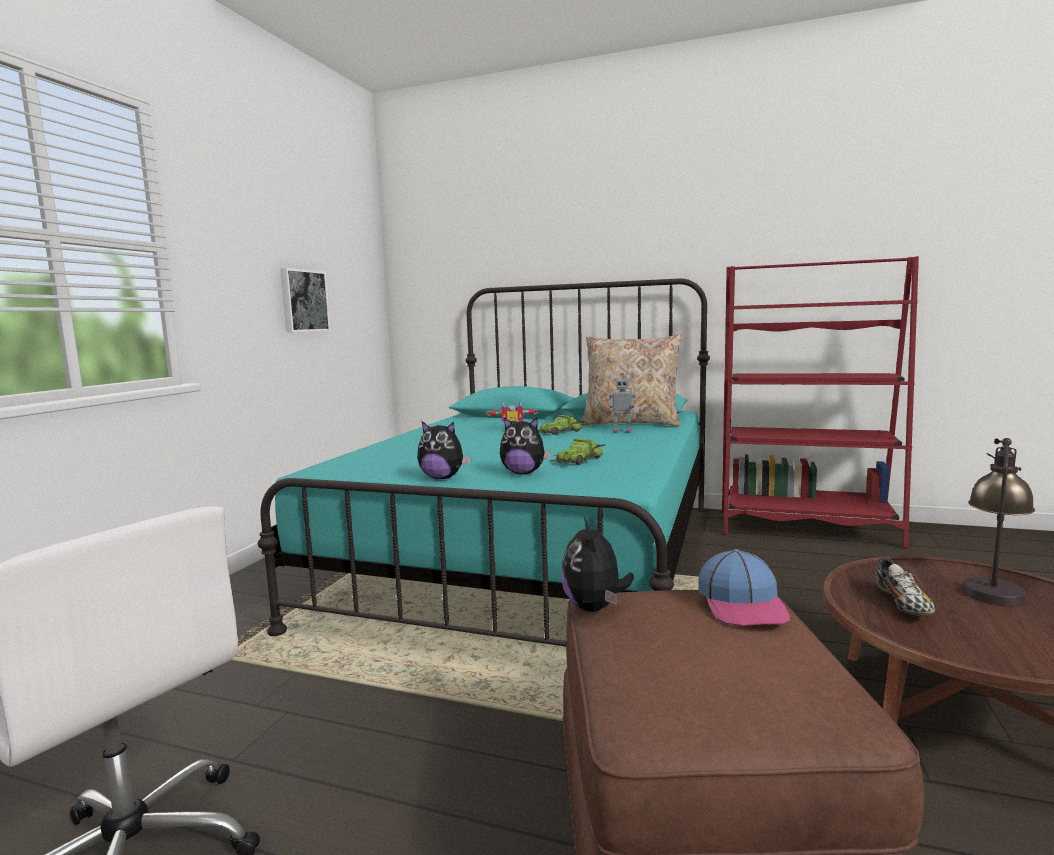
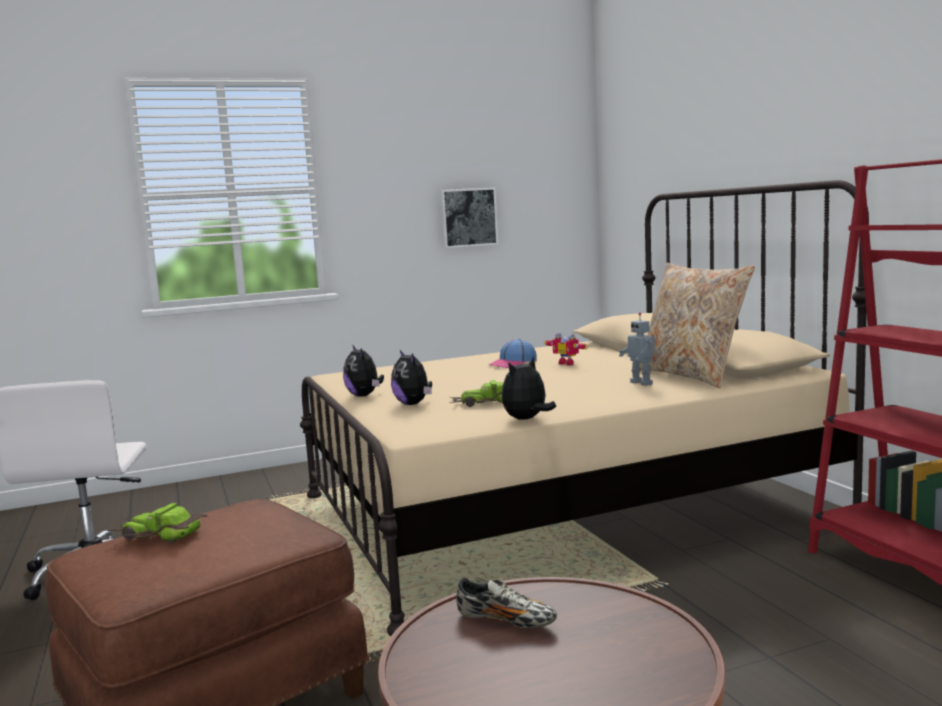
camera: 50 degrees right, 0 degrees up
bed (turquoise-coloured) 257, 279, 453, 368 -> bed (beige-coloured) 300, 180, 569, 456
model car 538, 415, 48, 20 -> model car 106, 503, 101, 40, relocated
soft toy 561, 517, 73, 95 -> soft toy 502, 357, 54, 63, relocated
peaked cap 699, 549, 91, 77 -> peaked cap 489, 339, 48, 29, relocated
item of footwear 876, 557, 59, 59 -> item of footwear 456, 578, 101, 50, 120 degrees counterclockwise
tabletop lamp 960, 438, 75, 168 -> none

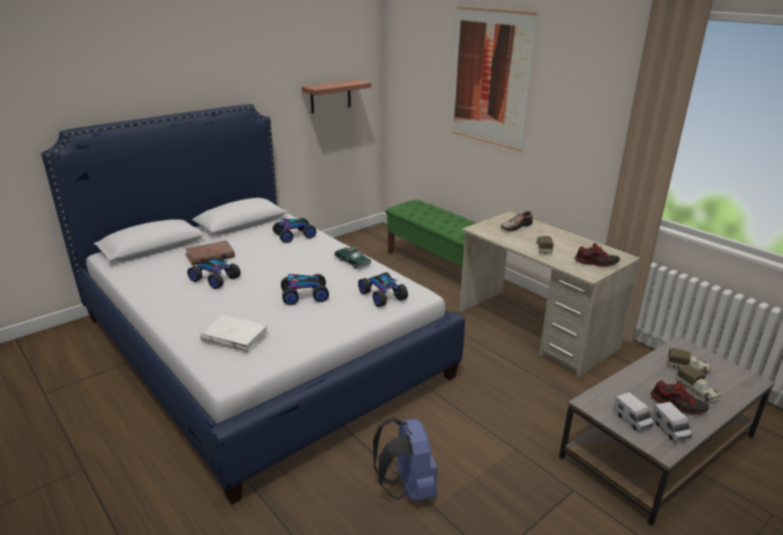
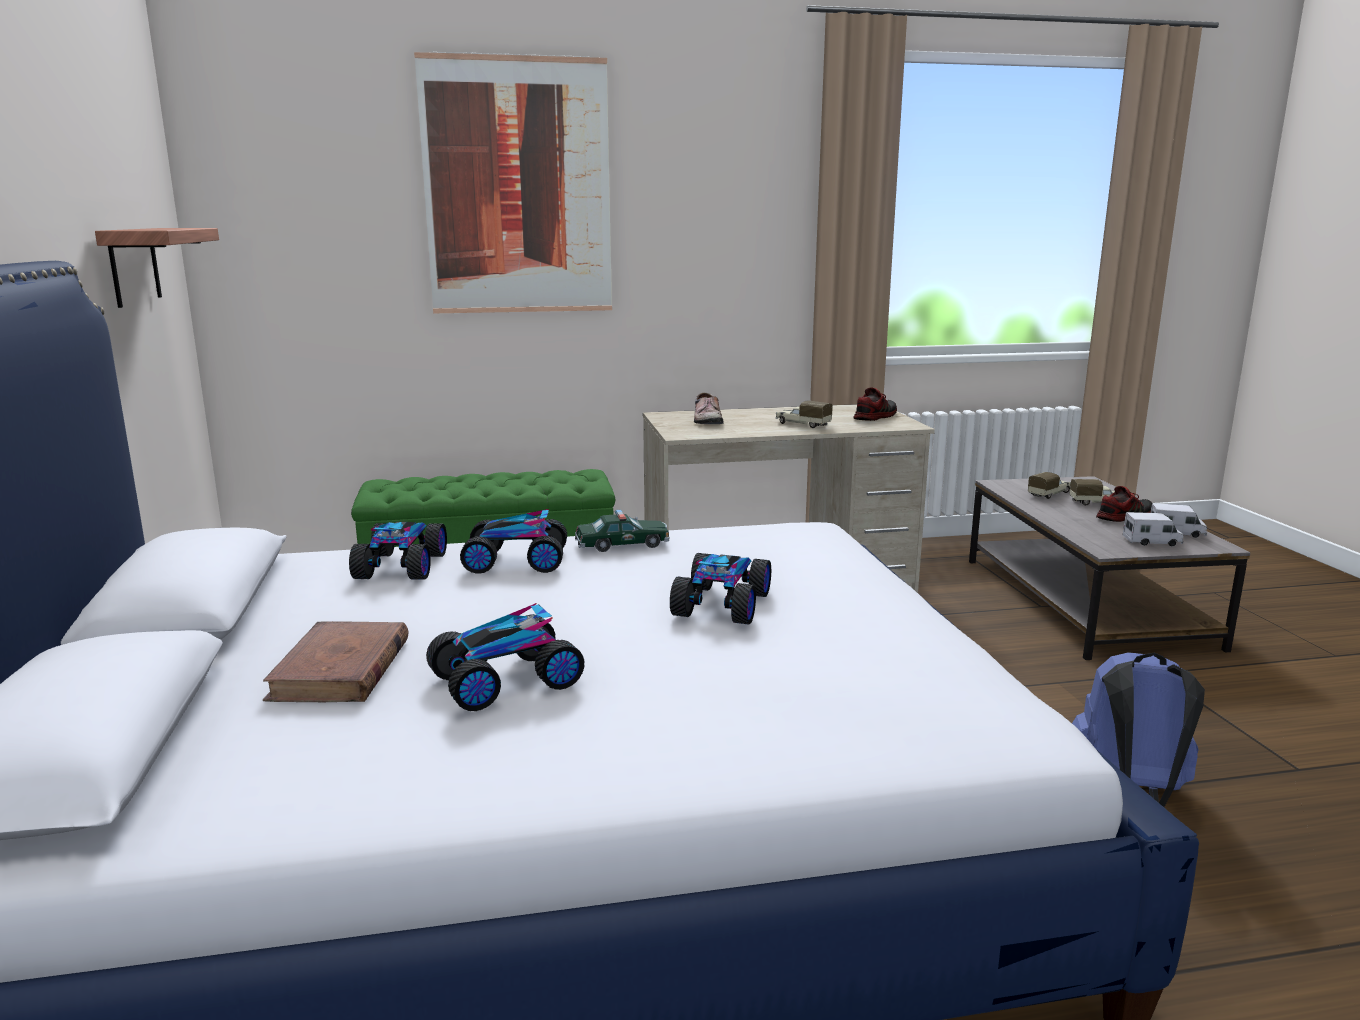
camera: 60 degrees left, 10 degrees down
book (white) 200, 315, 69, 37 -> none
model car 358, 272, 50, 35 -> model car 460, 509, 107, 65, relocated

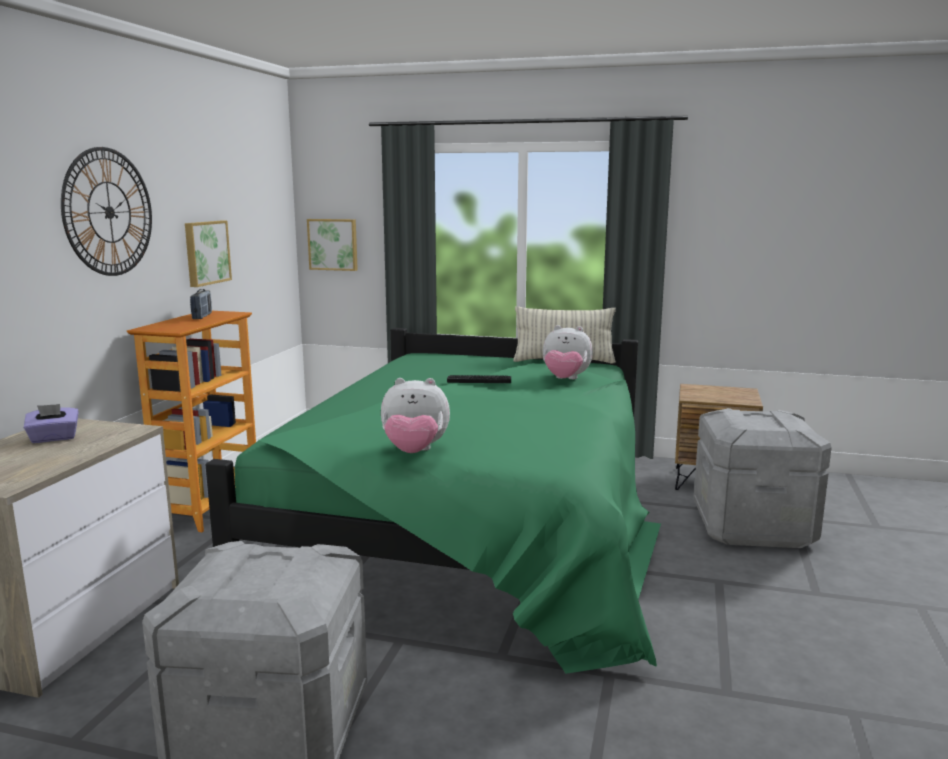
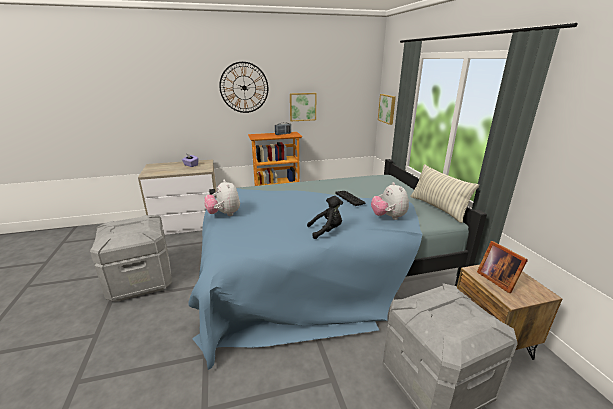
camera: 60 degrees right, 10 degrees up
bed (green) 205, 328, 456, 346 -> bed (blue-coloured) 189, 159, 298, 211
none -> soft toy (blackish) 307, 196, 36, 43
none -> picture frame 477, 241, 51, 52

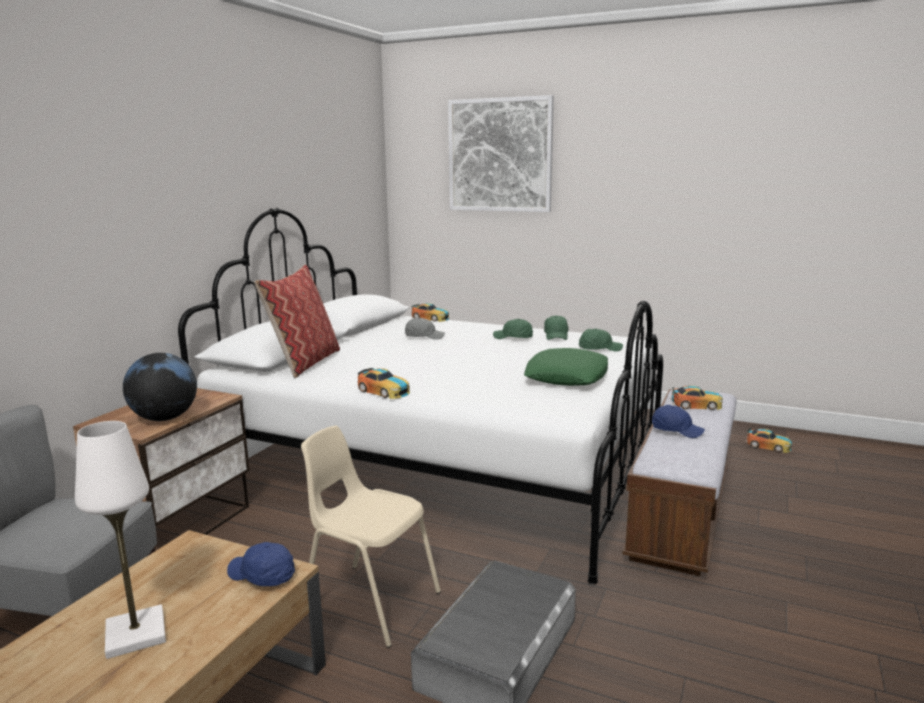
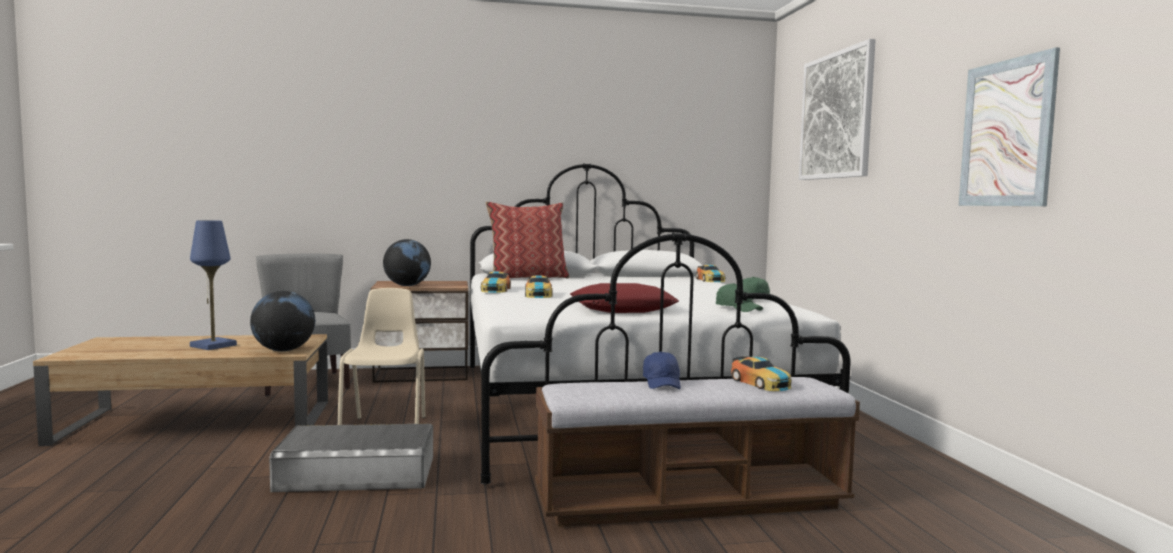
camera: 55 degrees right, 10 degrees down
tabletop lamp (white) 75, 421, 91, 238 -> tabletop lamp (blue-coloured) 190, 220, 47, 130
peaked cap (blue-coloured) 227, 542, 68, 44 -> globe 250, 291, 65, 60
peaked cap (grey) 405, 318, 40, 22 -> none
peaked cap (green) 493, 319, 40, 20 -> none
pillow (green) 524, 348, 84, 38 -> pillow (red-coloured) 570, 283, 109, 30
model car 746, 428, 46, 25 -> model car 525, 275, 27, 23, relocated
none -> wall art 959, 47, 101, 159

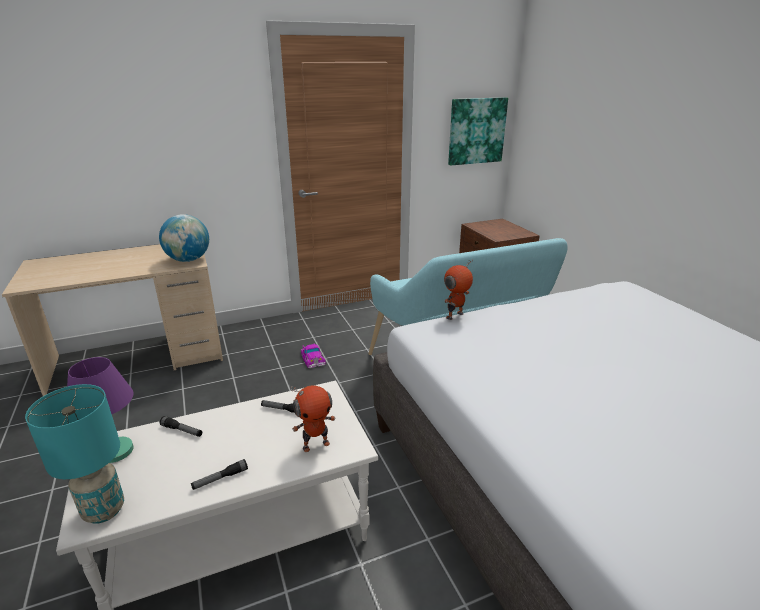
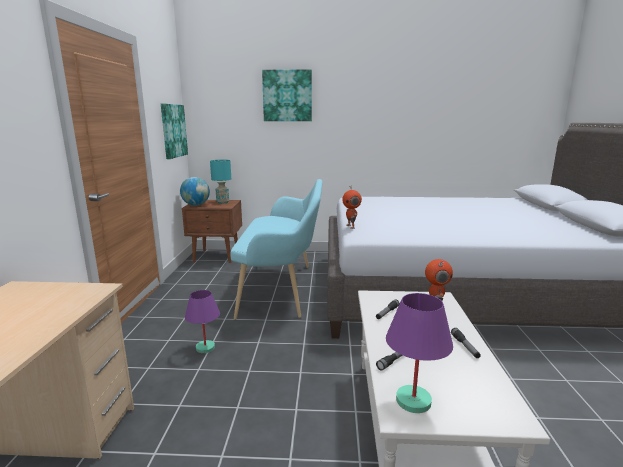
camera: 65 degrees left, 10 degrees down
tabletop lamp (turquoise-coloured) 25, 384, 99, 140 -> tabletop lamp (turquoise-coloured) 210, 160, 21, 44, relocated
globe 159, 214, 50, 48 -> globe 180, 177, 30, 29, relocated
model car 301, 343, 25, 25 -> tabletop lamp (purple) 185, 290, 35, 63
none -> wall art 262, 69, 50, 52

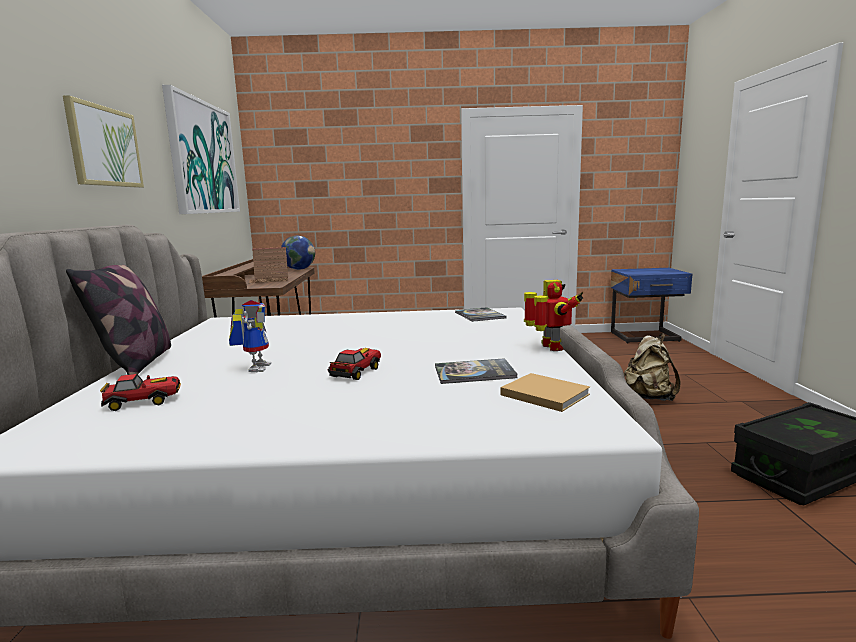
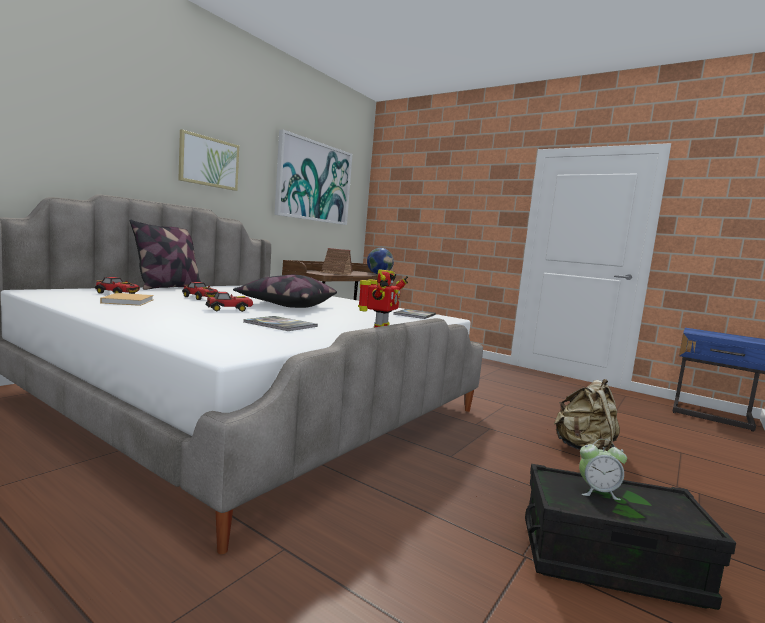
camera: 35 degrees right, 5 degrees down
robot figure 229, 300, 42, 72 -> model car 182, 282, 36, 18
book (beige-coloured) 500, 373, 90, 39 -> book (beige-coloured) 100, 293, 54, 13, relocated
none -> pillow 233, 275, 104, 33
none -> table clock 579, 439, 48, 61

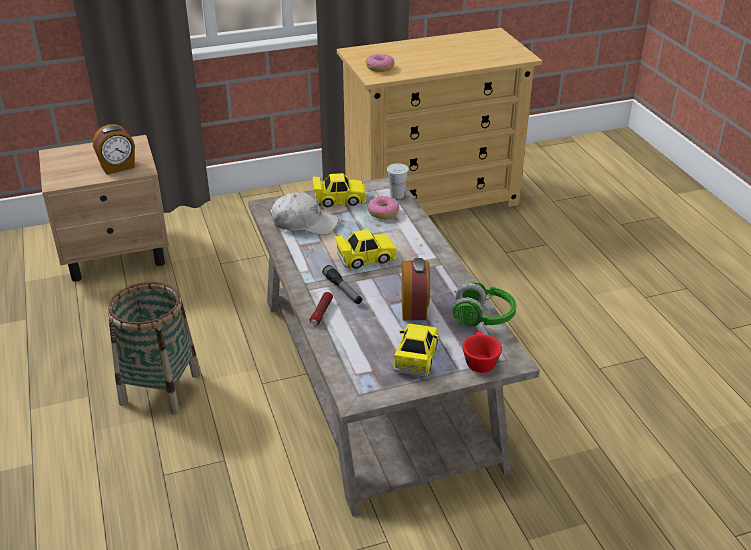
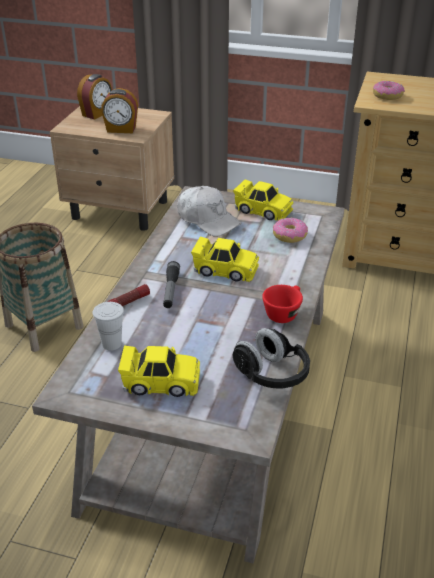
camera: 35 degrees right, 0 degrees up
cup (white) 387, 163, 22, 36 -> cup (white) 93, 302, 31, 49, relocated
model car (yellow-coloured) 394, 324, 45, 53 -> model car (yellow-coloured) 118, 345, 82, 52, 45 degrees clockwise
table clock 401, 258, 29, 62 -> table clock 77, 74, 35, 46, relocated
headset (green) 452, 282, 64, 44 -> headset (blackish) 233, 328, 77, 61
cup (red-coloured) 462, 332, 40, 41 -> cup (red-coloured) 262, 285, 41, 38, relocated

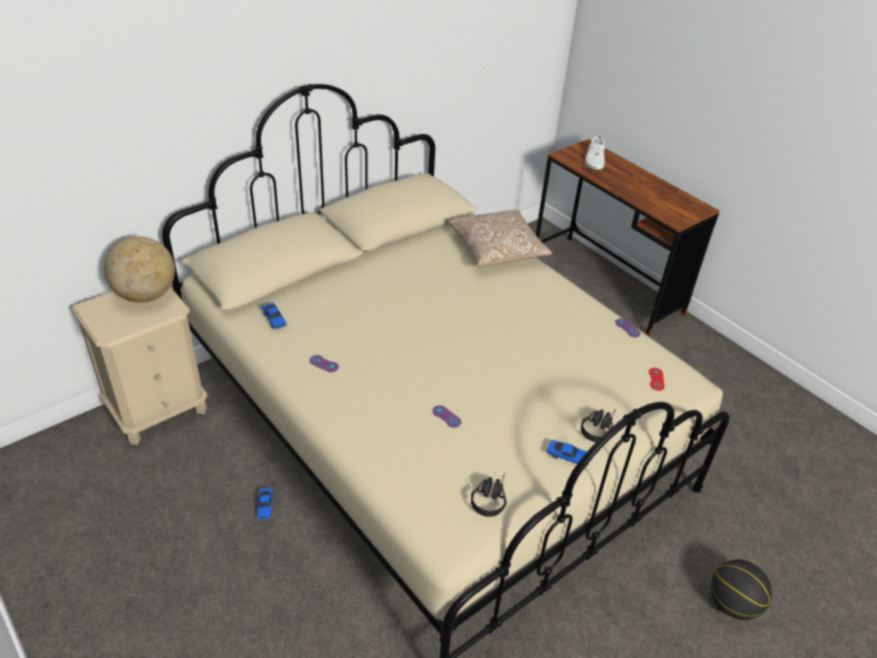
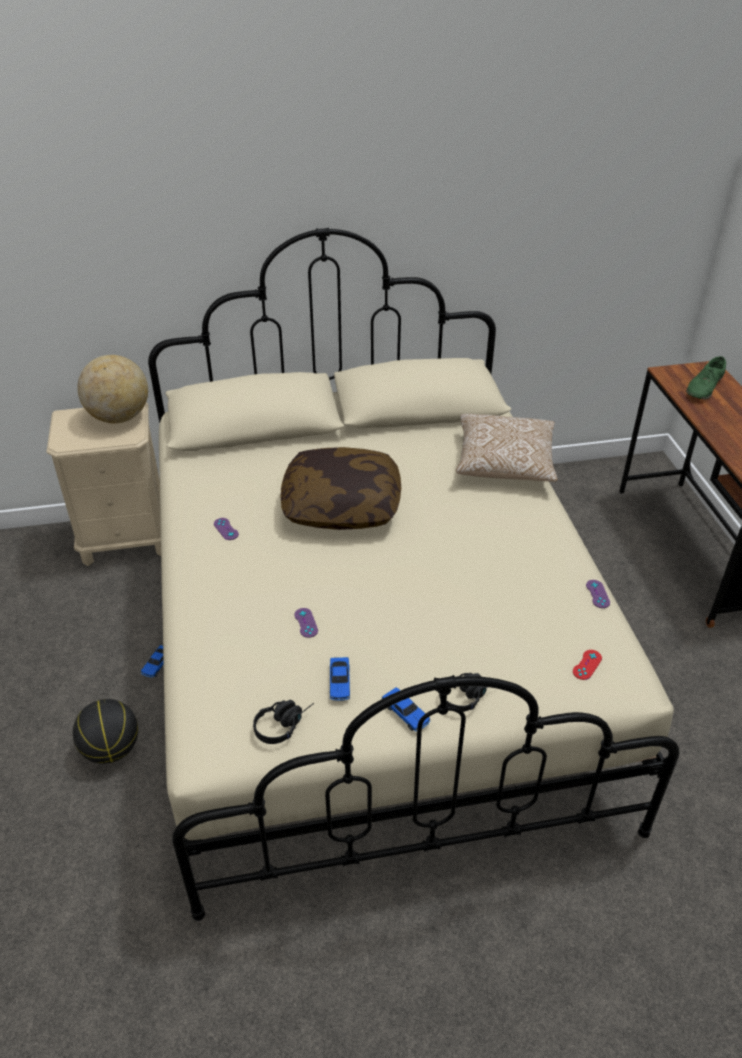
camera: 30 degrees right, 0 degrees up
model car 261, 303, 26, 26 -> model car 330, 657, 20, 44, relocated
item of footwear (white) 585, 135, 20, 35 -> item of footwear (green) 686, 356, 40, 44
ball for basketball 711, 559, 61, 61 -> ball for basketball 73, 699, 65, 65, relocated
none -> pillow 280, 447, 121, 83

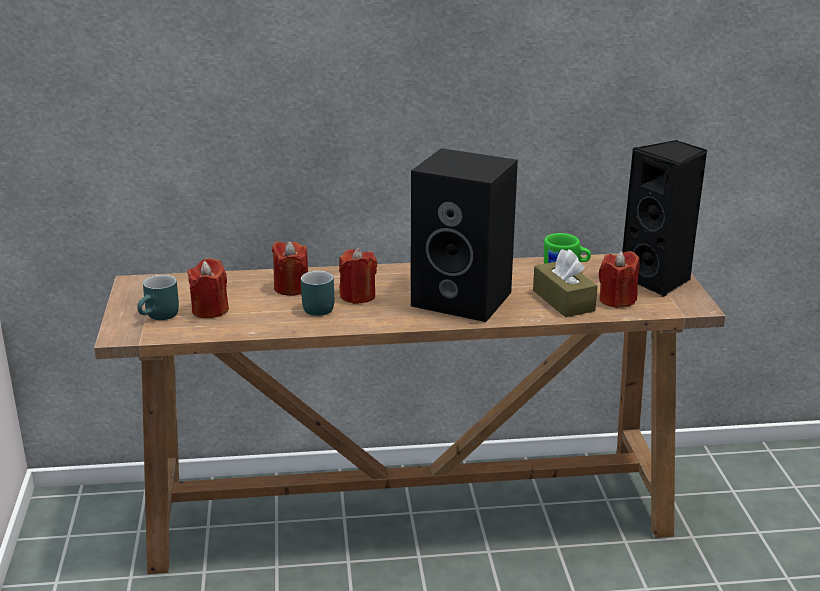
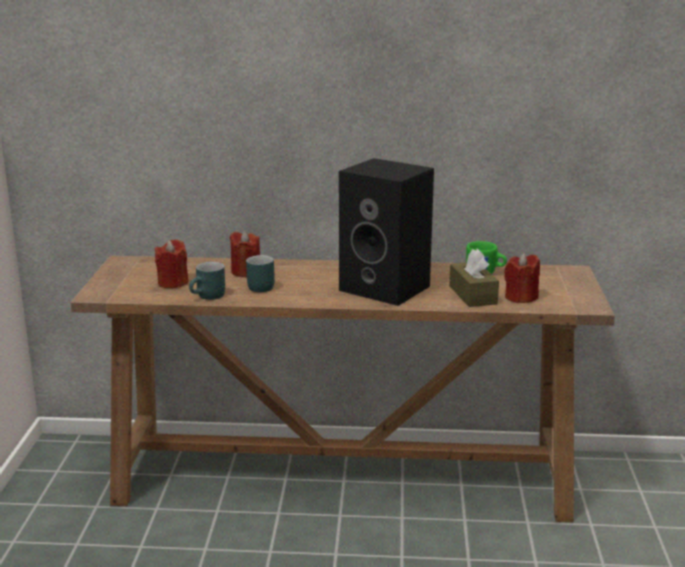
camera: 10 degrees right, 5 degrees down
mug (turquoise-coloured) 137, 275, 42, 45 -> mug (turquoise-coloured) 189, 262, 36, 38, relocated
wax candle (red-coloured) 339, 248, 38, 56 -> none
loudspeaker (blackish) 622, 140, 85, 157 -> none

